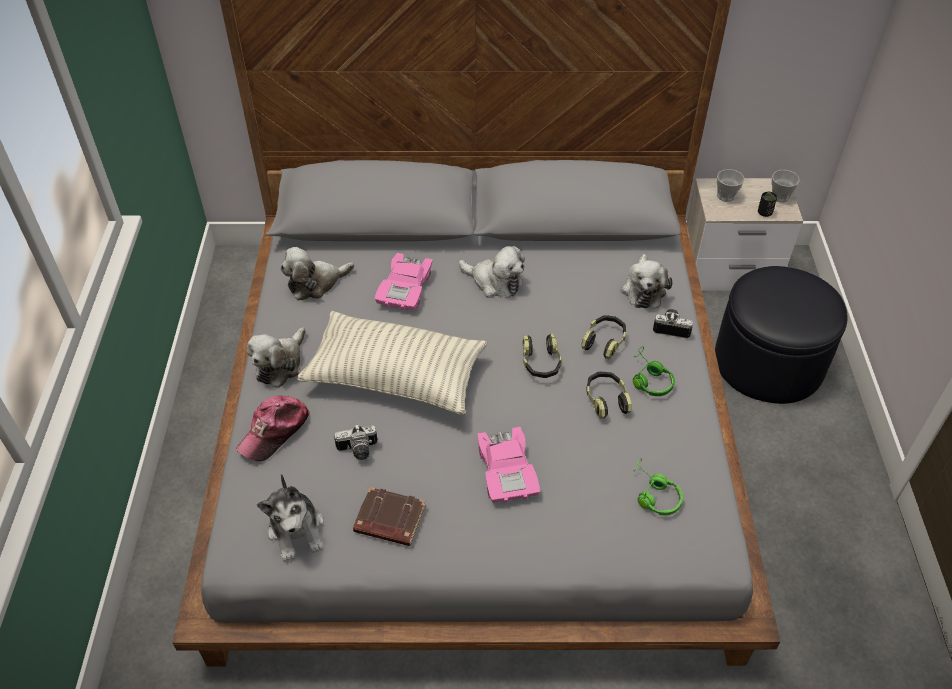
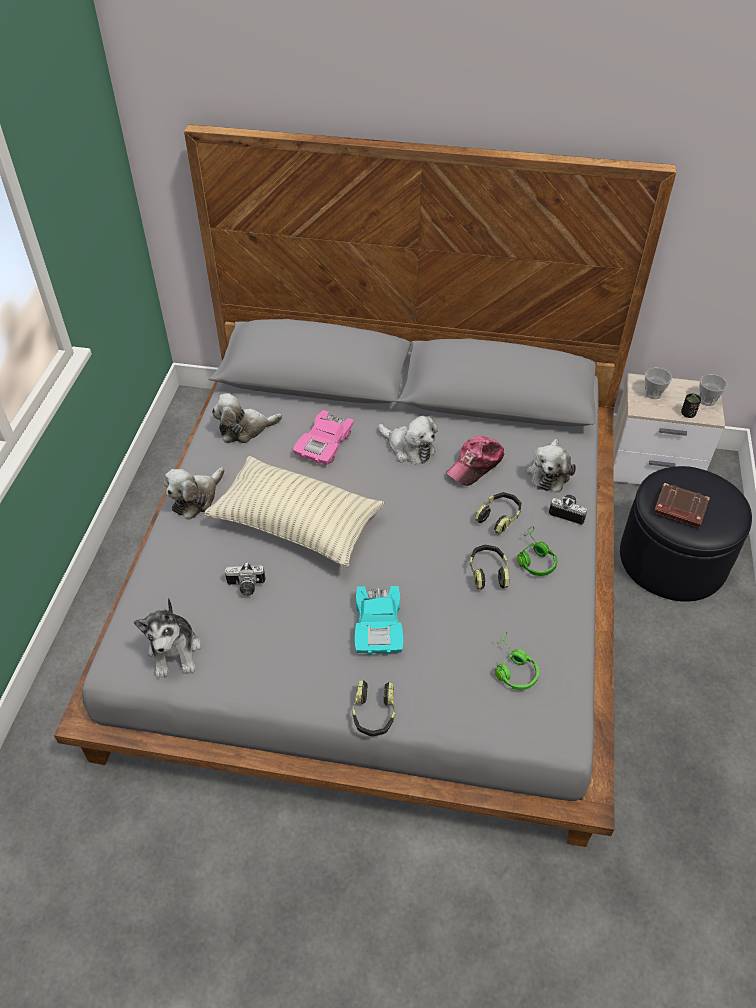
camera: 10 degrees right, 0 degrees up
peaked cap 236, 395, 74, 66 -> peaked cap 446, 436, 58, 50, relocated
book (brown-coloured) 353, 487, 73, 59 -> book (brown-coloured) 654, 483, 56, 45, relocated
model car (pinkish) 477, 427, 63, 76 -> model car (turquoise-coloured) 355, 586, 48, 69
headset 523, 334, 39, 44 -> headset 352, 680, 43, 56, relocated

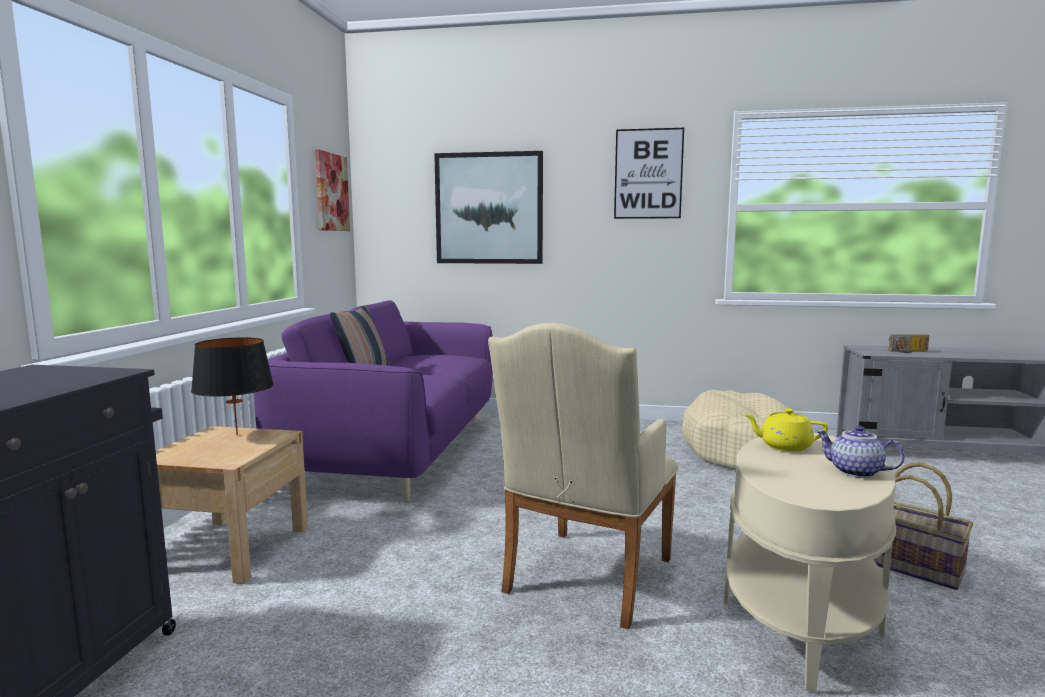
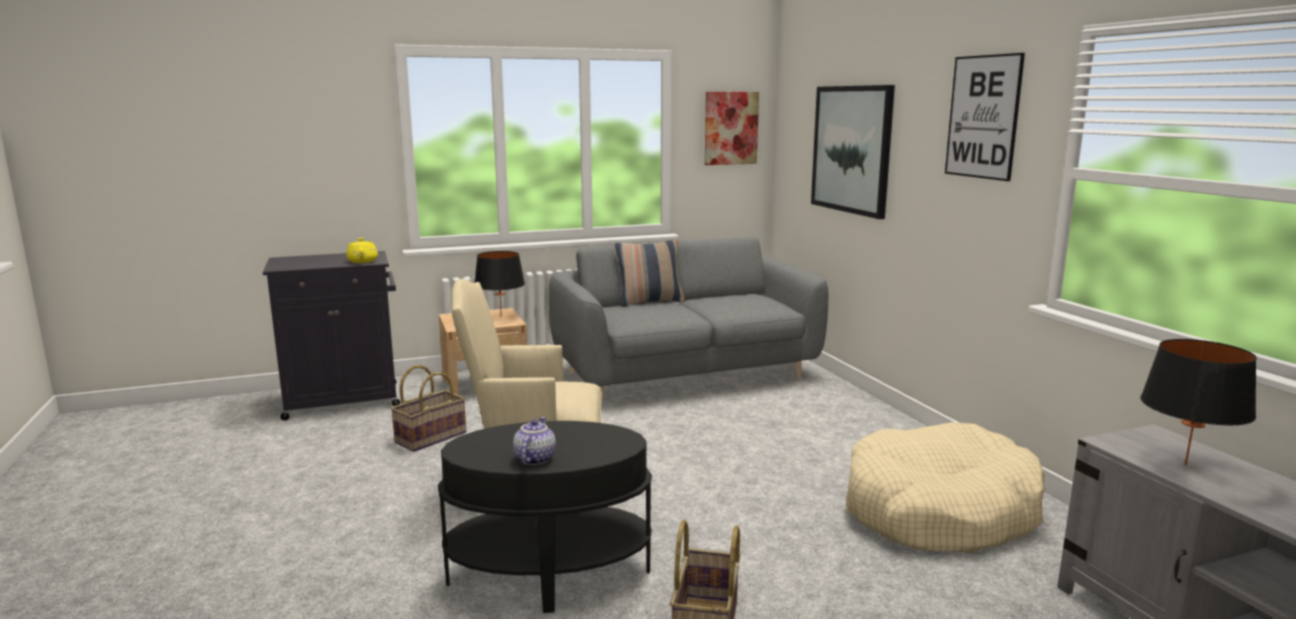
camera: 60 degrees right, 5 degrees up
couch (purple) 253, 300, 240, 202 -> couch (grey) 549, 237, 279, 166
accent table (beige-coloured) 724, 433, 172, 259 -> accent table (blackish) 438, 421, 214, 192
pot for tea (yellow-coloured) 745, 408, 83, 44 -> pot for tea (yellow-coloured) 346, 238, 32, 25, relocated
radio set 889, 335, 40, 18 -> tabletop lamp (blackish) 1140, 339, 117, 126
none -> household basket 390, 365, 76, 87

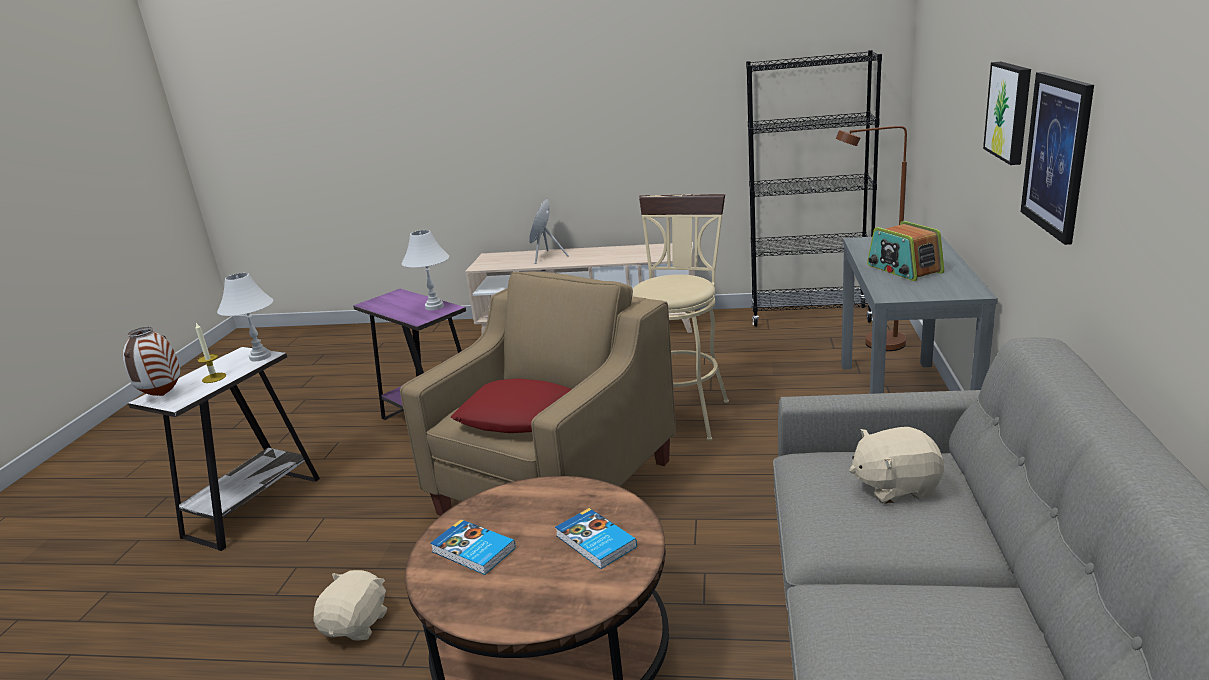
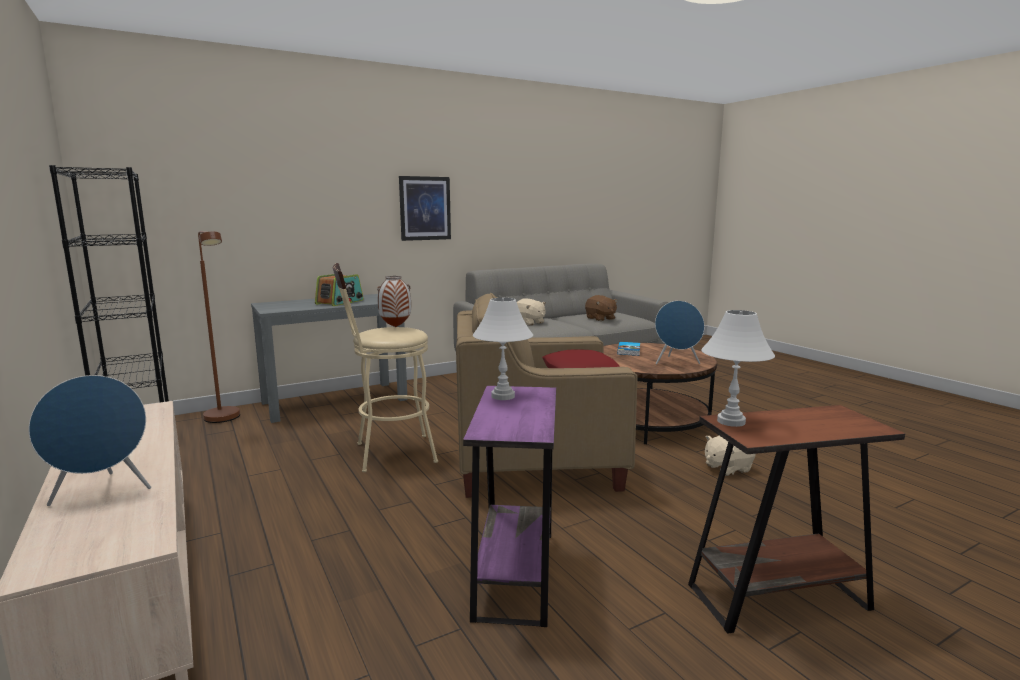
camera: 130 degrees left, 10 degrees down
vase 123, 327, 57, 69 -> vase 377, 276, 34, 51, relocated
accent table (white) 128, 347, 192, 204 -> accent table (brown-coloured) 688, 405, 217, 228
wax candle 195, 323, 31, 60 -> none
book 430, 519, 86, 56 -> loudspeaker (blue-coloured) 655, 301, 49, 64
wall art 983, 62, 48, 103 -> none
none -> soft toy (brown-coloured) 585, 295, 33, 26

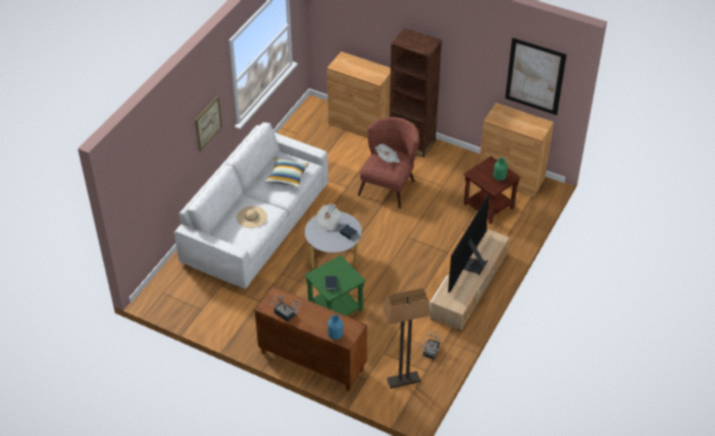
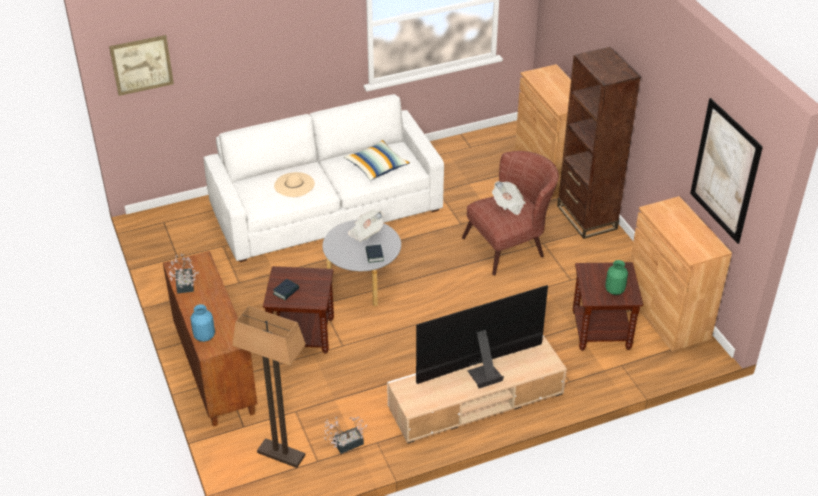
camera: 40 degrees right, 5 degrees down
wall art 195, 96, 27, 55 -> wall art 109, 35, 65, 61, relocated
accent table (green) 304, 255, 62, 61 -> accent table (brown-coloured) 263, 266, 71, 88

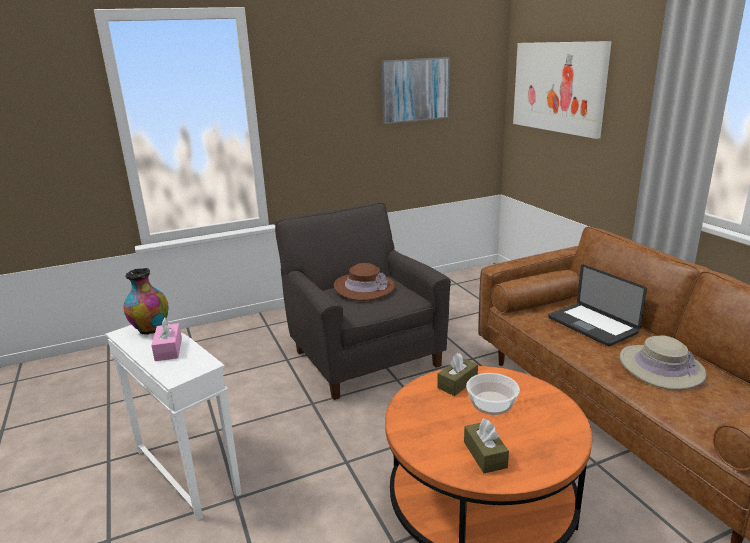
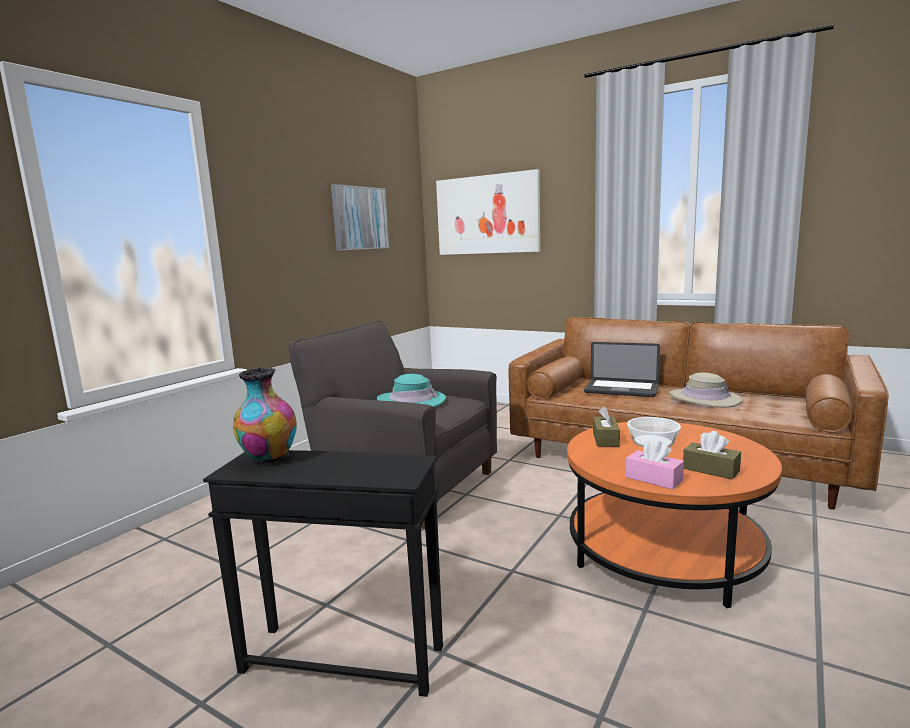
camera: 35 degrees left, 10 degrees down
accent table (white) 106, 324, 136, 197 -> accent table (blackish) 203, 450, 240, 247
tissue box (pinkish) 151, 318, 31, 43 -> tissue box (pinkish) 626, 439, 58, 51, relocated
wearable hat (brown-coloured) 334, 263, 61, 38 -> wearable hat (turquoise-coloured) 377, 374, 69, 33

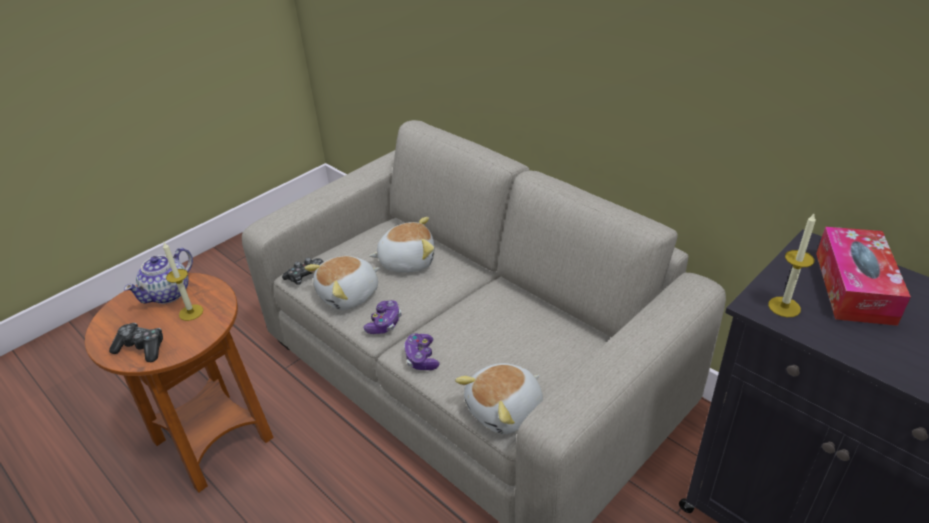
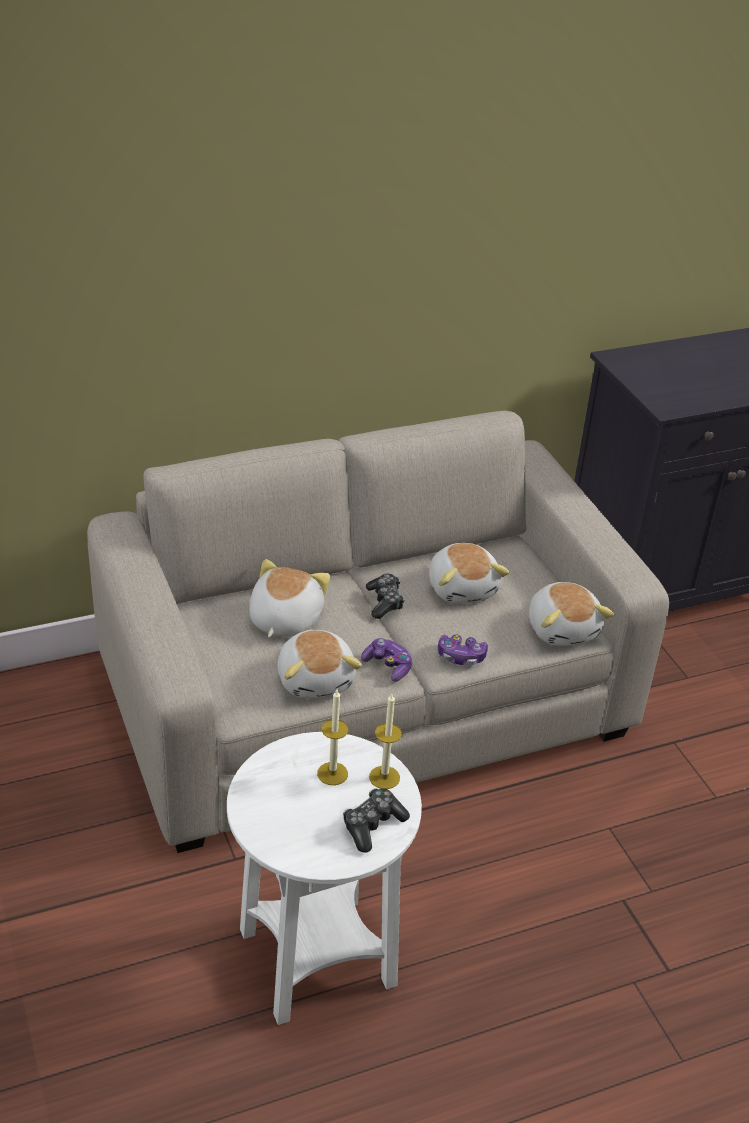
camera: 70 degrees left, 0 degrees up
accent table (brown-coloured) 85, 273, 189, 220 -> accent table (white) 227, 732, 195, 293
pot for tea 124, 248, 69, 56 -> none
gamepad 282, 258, 42, 27 -> gamepad 366, 573, 39, 46, relocated
wax candle 768, 214, 48, 103 -> wax candle 369, 694, 33, 95, relocated
tissue box 816, 227, 95, 99 -> none
none -> soft toy 429, 543, 80, 61

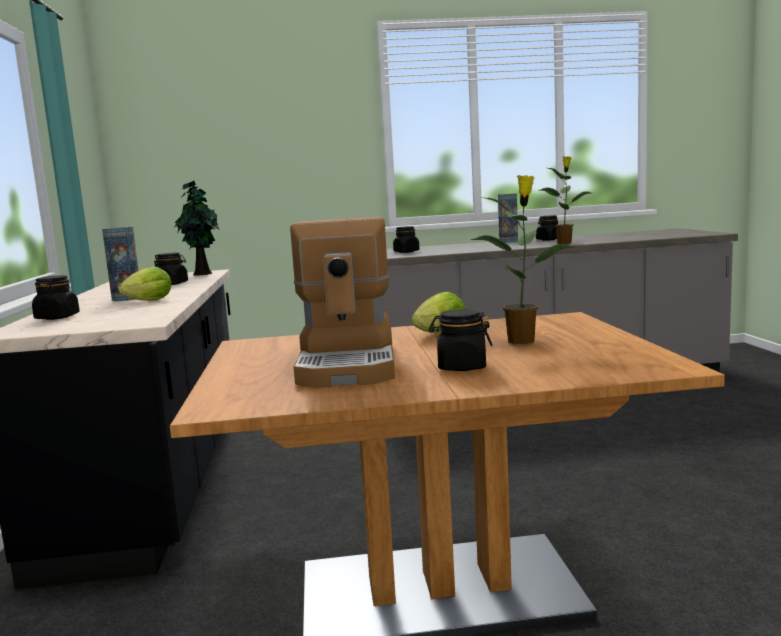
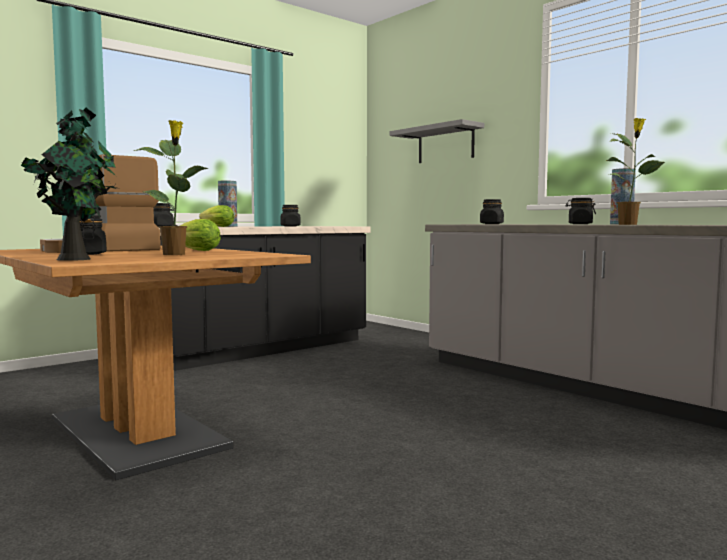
camera: 55 degrees right, 5 degrees down
houseplant 174, 181, 46, 94 -> houseplant 21, 108, 95, 153, relocated
jar (blackish) 536, 215, 22, 26 -> jar (blackish) 565, 198, 31, 26, relocated
none -> bracket shelf (grey) 390, 119, 94, 44

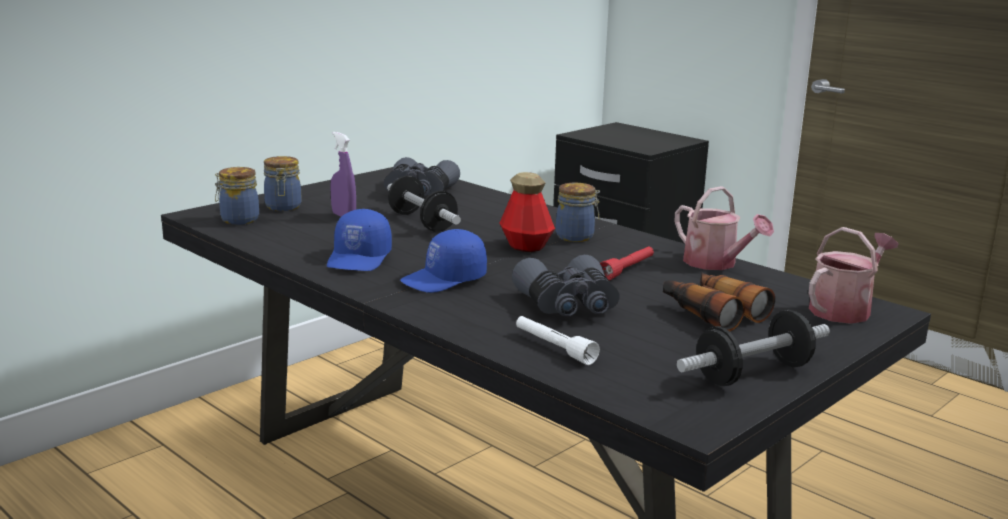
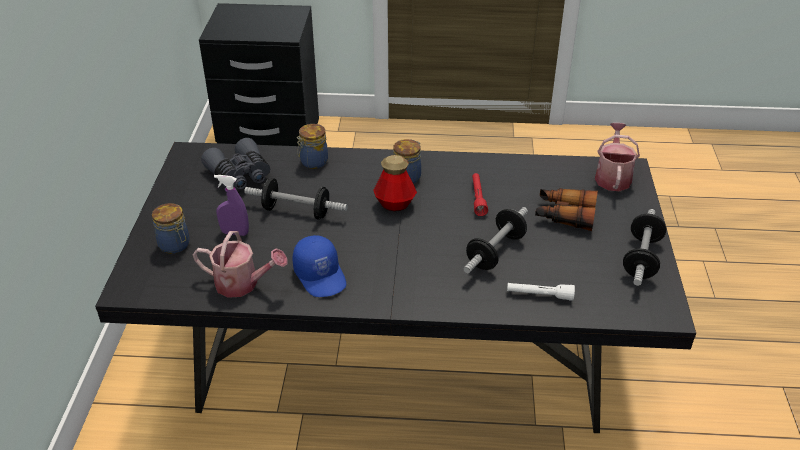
camera: 40 degrees left, 20 degrees up
jar 215, 167, 44, 58 -> jar 297, 124, 31, 45, relocated
peaked cap (blue-coloured) 400, 229, 87, 64 -> none
binoculars (grey) 512, 255, 108, 61 -> hand weight 463, 207, 65, 66
watering pot 675, 186, 99, 84 -> watering pot 193, 231, 94, 67, relocated

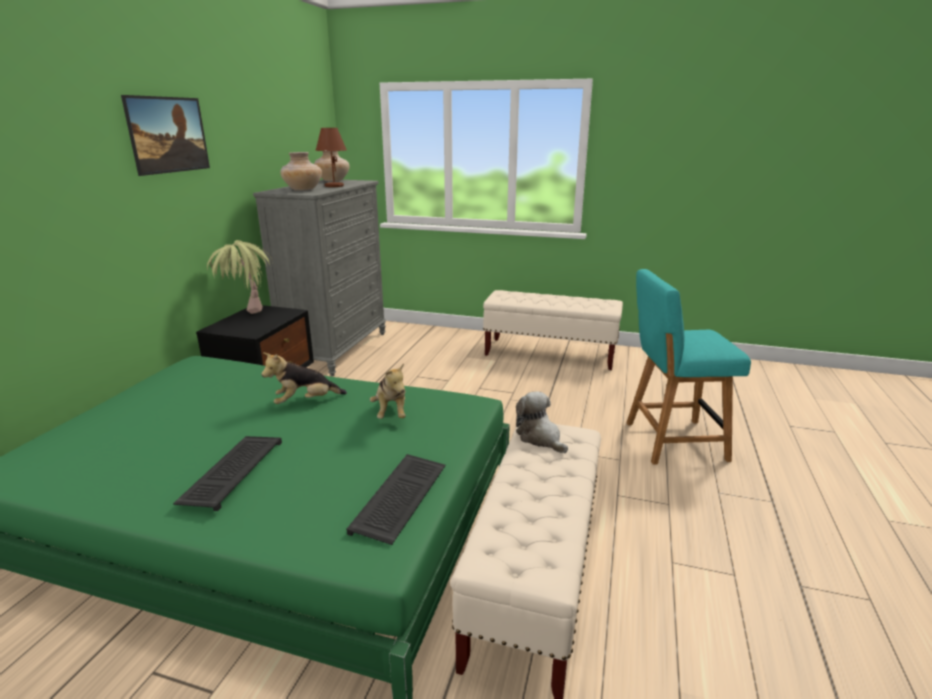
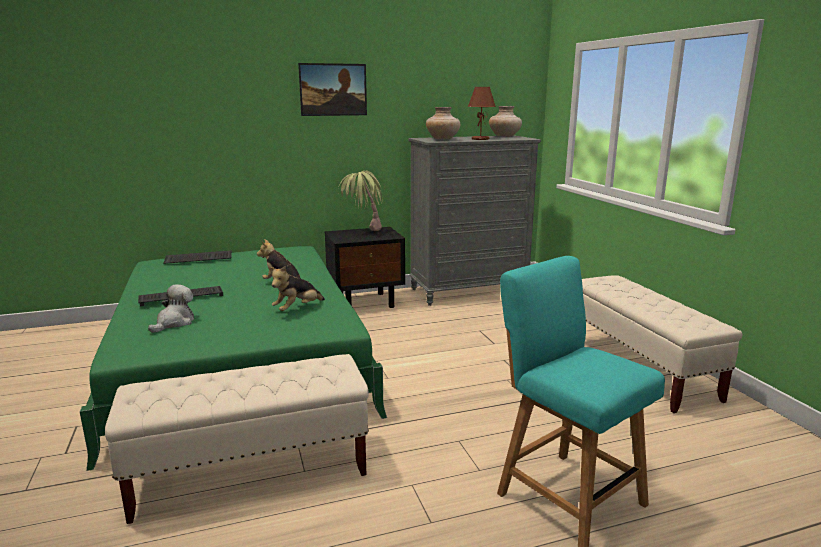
camera: 55 degrees right, 5 degrees down
PC keyboard 346, 454, 100, 91 -> PC keyboard 163, 250, 69, 14, relocated
soft toy 516, 391, 52, 62 -> soft toy 148, 284, 46, 49, relocated

